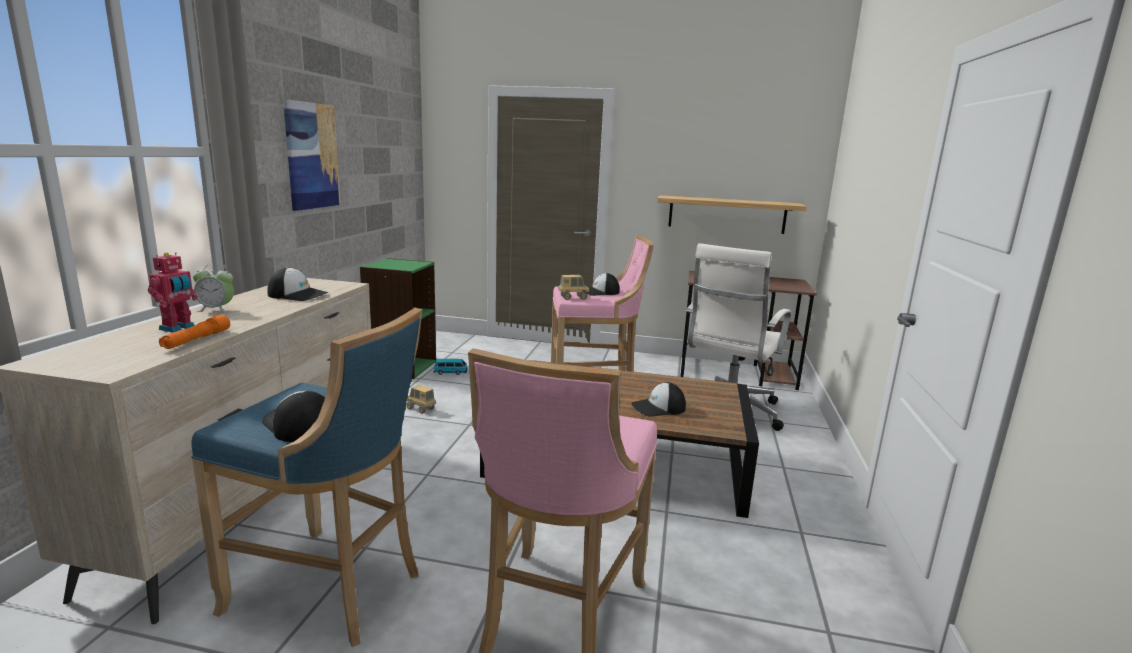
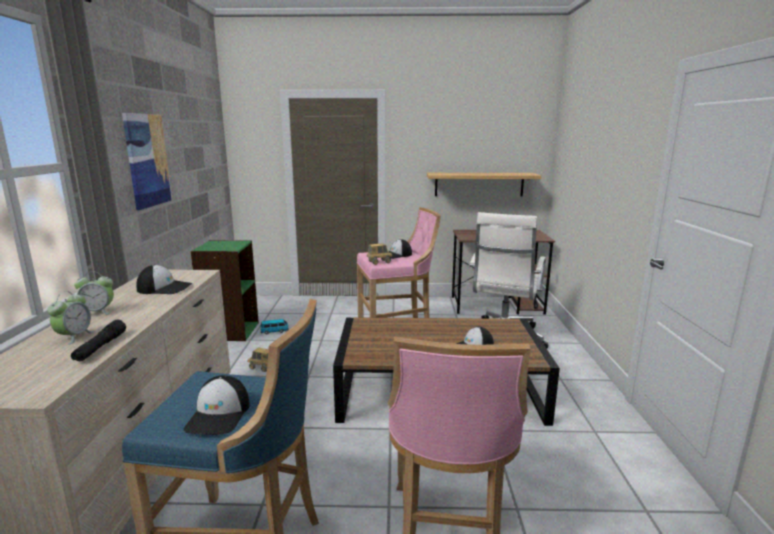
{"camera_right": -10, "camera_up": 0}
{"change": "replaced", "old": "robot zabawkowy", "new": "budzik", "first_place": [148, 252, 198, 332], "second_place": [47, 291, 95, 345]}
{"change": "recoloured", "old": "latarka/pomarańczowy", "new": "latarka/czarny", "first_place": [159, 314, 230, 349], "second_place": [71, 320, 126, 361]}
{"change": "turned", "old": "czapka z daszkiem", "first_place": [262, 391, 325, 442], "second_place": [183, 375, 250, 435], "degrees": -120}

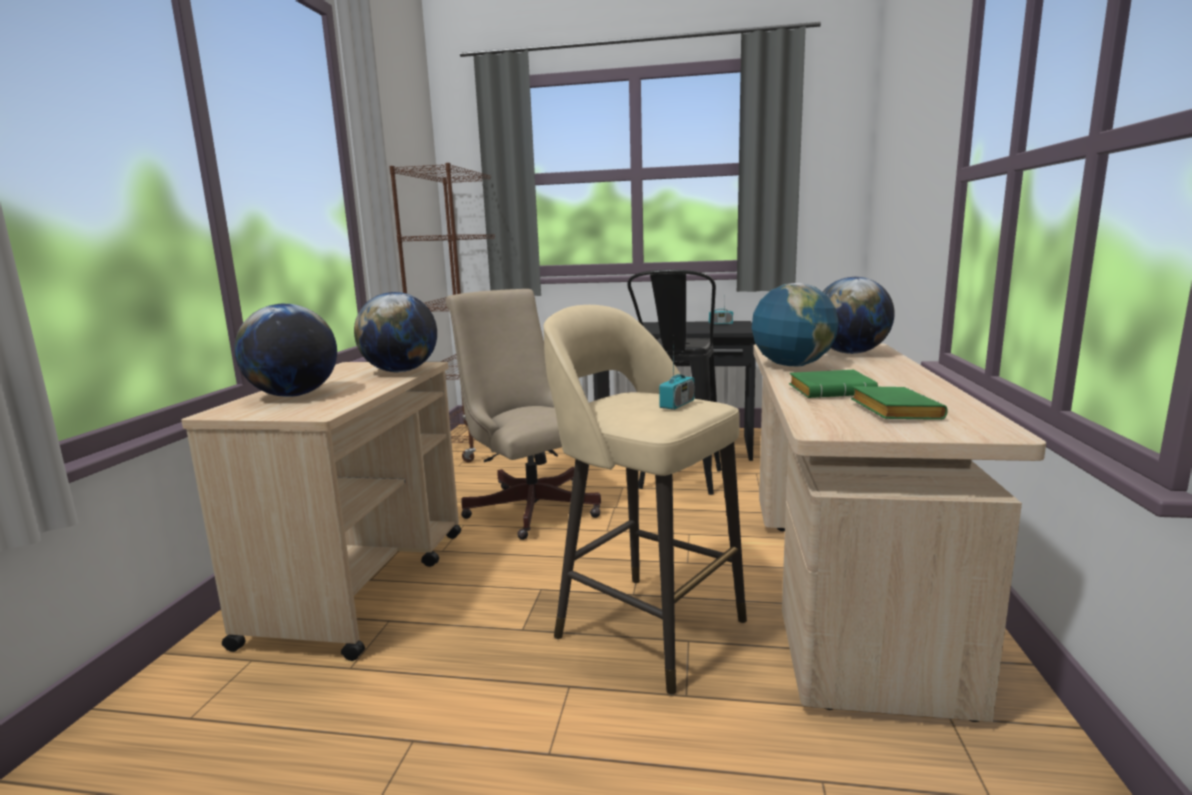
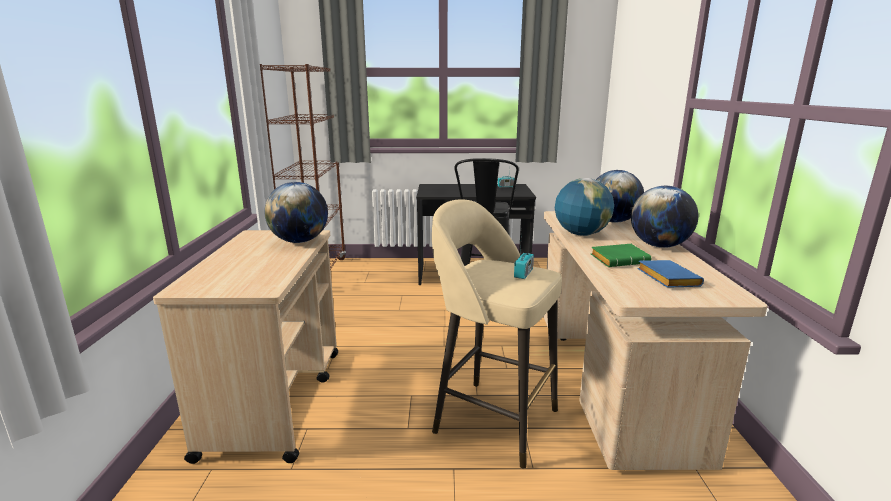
{"camera_right": -10, "camera_up": 5}
{"change": "moved", "old": "globus", "first_place": [234, 304, 337, 397], "second_place": [631, 186, 698, 248]}
{"change": "removed", "old": "krzesło biurowe/beżowy", "first_place": [446, 289, 601, 540]}
{"change": "recoloured", "old": "książka/zielony", "new": "książka/niebieski", "first_place": [851, 386, 948, 420], "second_place": [637, 260, 704, 288]}

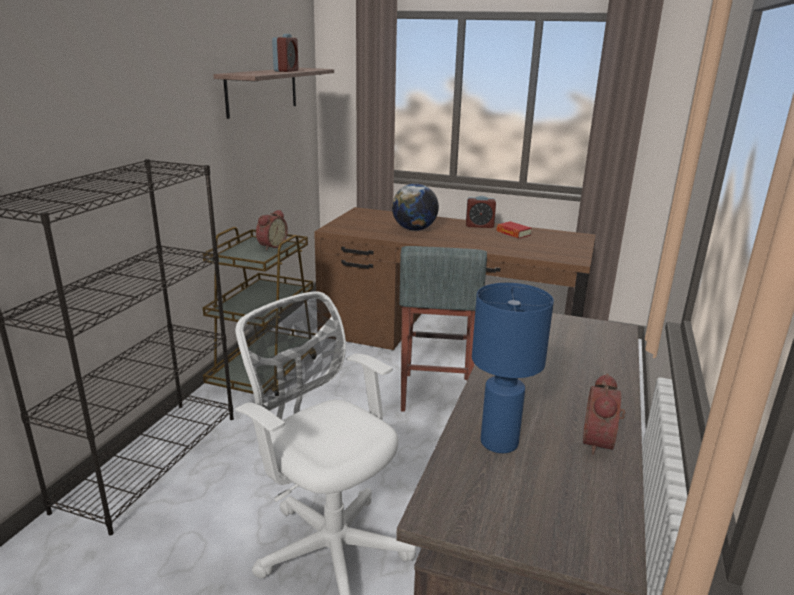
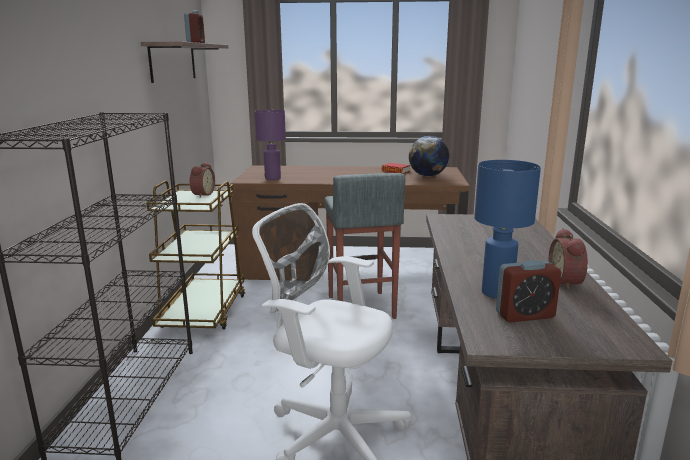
{"camera_right": -15, "camera_up": -5}
{"change": "moved", "old": "globus", "first_place": [392, 183, 439, 231], "second_place": [409, 136, 449, 176]}
{"change": "moved", "old": "budzik", "first_place": [466, 196, 496, 228], "second_place": [496, 260, 561, 322]}
{"change": "added", "new": "lampa stołowa/fioletowy", "second_place": [255, 110, 286, 180]}

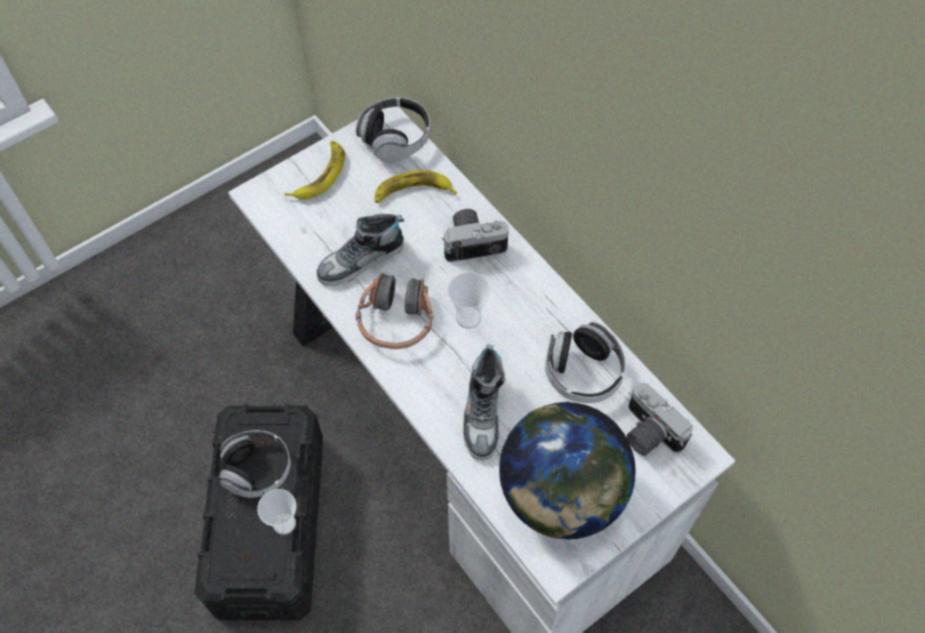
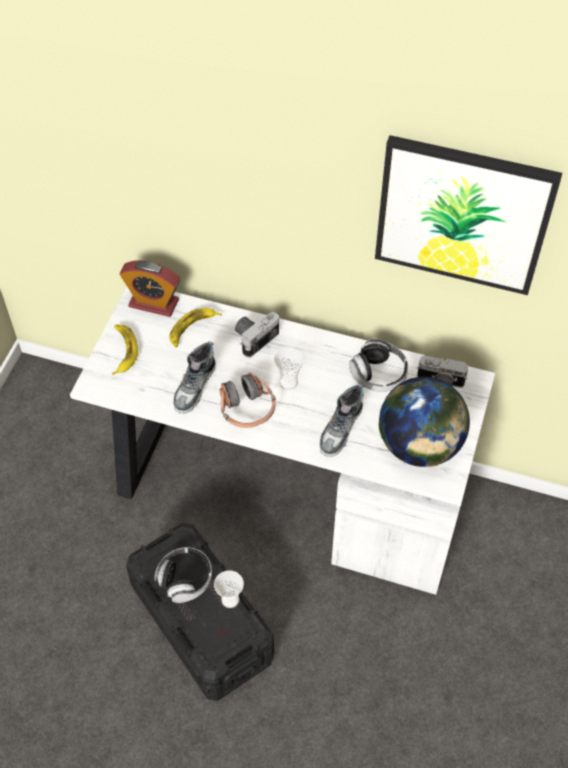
{"camera_right": -35, "camera_up": -5}
{"change": "replaced", "old": "słuchawki", "new": "budzik", "first_place": [356, 97, 430, 163], "second_place": [119, 261, 180, 317]}
{"change": "turned", "old": "but", "first_place": [463, 345, 505, 460], "second_place": [320, 384, 364, 457], "degrees": 60}
{"change": "added", "new": "obraz", "second_place": [375, 135, 562, 295]}

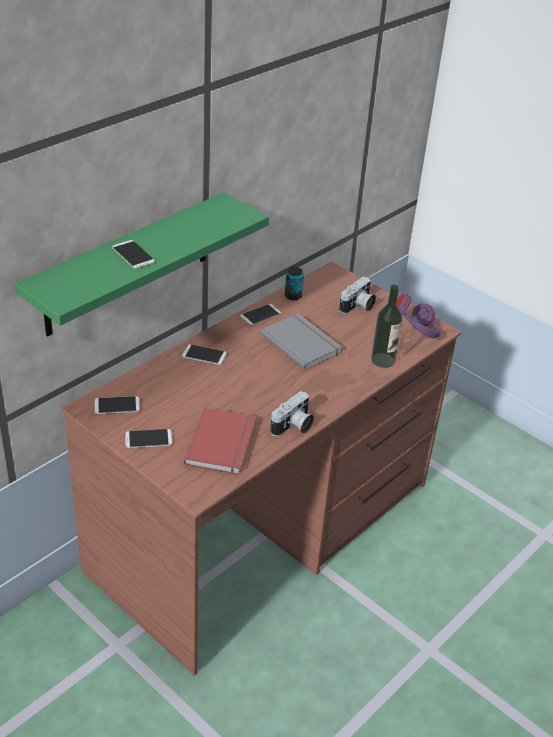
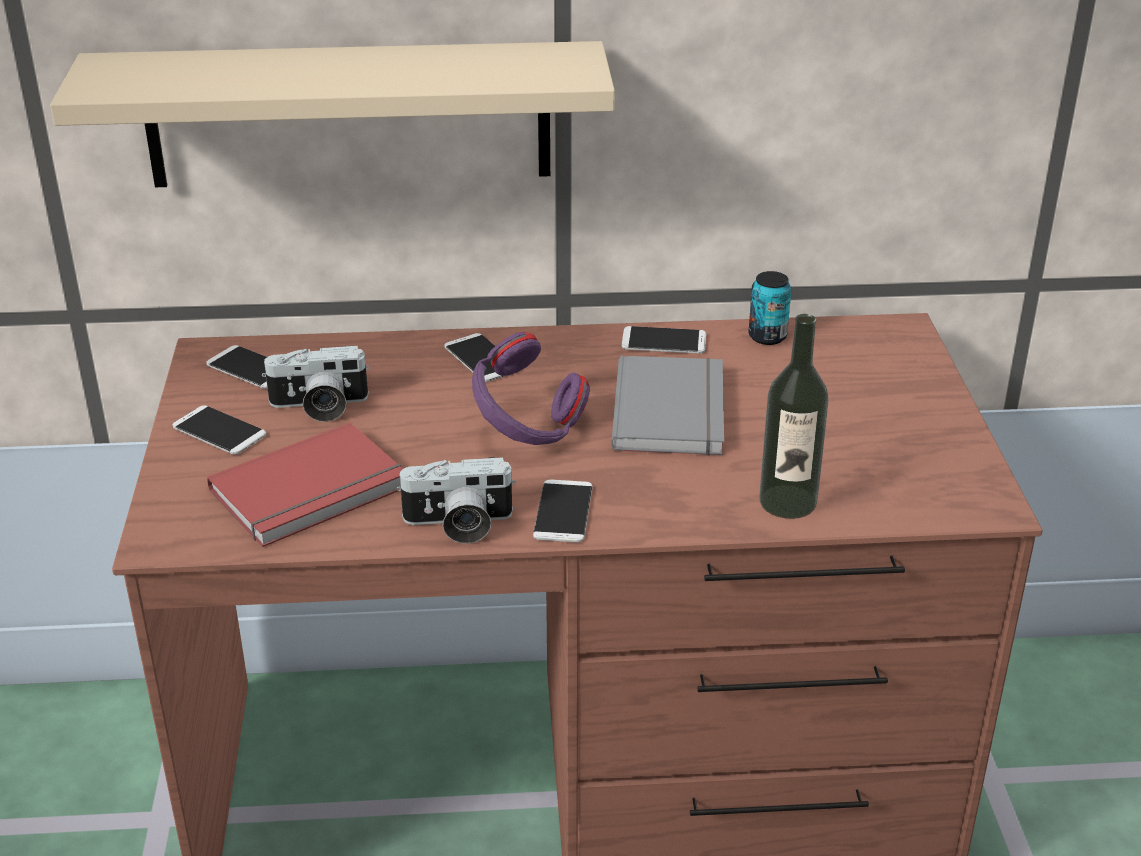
{"camera_right": 45, "camera_up": -5}
{"change": "recoloured", "old": "półka/zielony", "new": "półka/beżowy", "first_place": [14, 192, 269, 337], "second_place": [50, 41, 615, 187]}
{"change": "moved", "old": "telefon", "first_place": [112, 240, 155, 269], "second_place": [533, 479, 592, 543]}
{"change": "moved", "old": "aparat fotograficzny", "first_place": [339, 277, 376, 314], "second_place": [262, 346, 370, 422]}
{"change": "moved", "old": "słuchawki/fioletowy", "first_place": [397, 294, 440, 338], "second_place": [472, 332, 590, 445]}

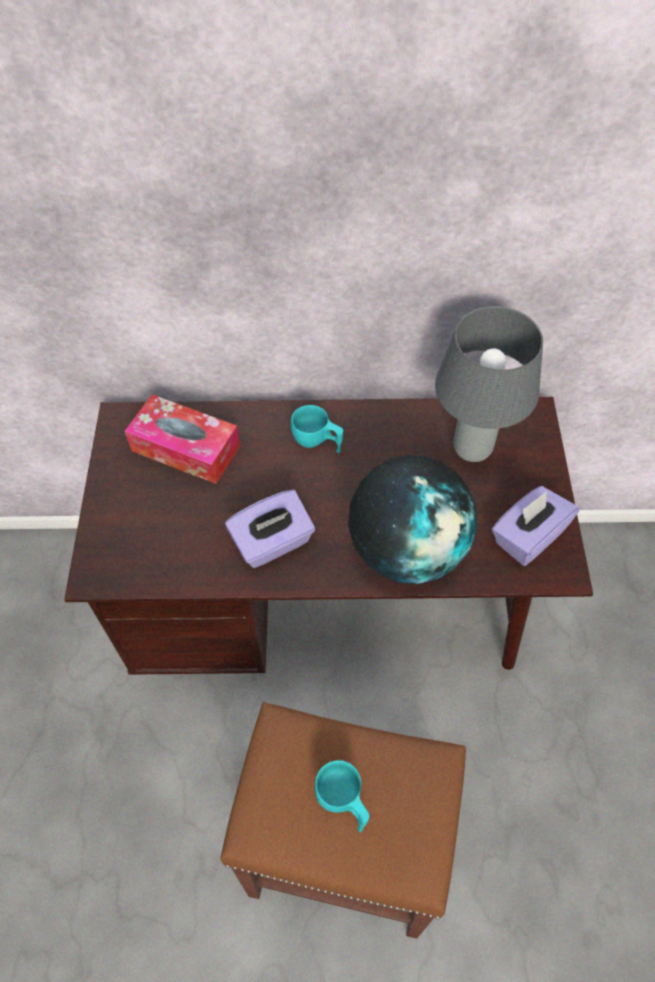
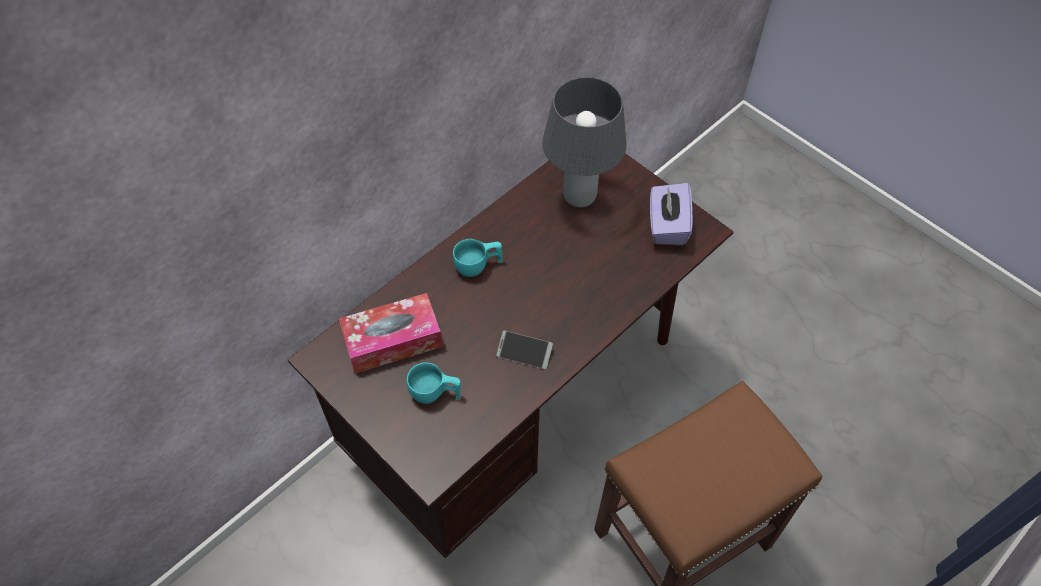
{"camera_right": -45, "camera_up": 0}
{"change": "replaced", "old": "pudełko chusteczek/fioletowy", "new": "telefon", "first_place": [225, 489, 315, 568], "second_place": [496, 331, 553, 369]}
{"change": "moved", "old": "filiżanka/turkusowy", "first_place": [315, 760, 369, 833], "second_place": [407, 362, 461, 404]}
{"change": "removed", "old": "globus", "first_place": [348, 455, 477, 584]}

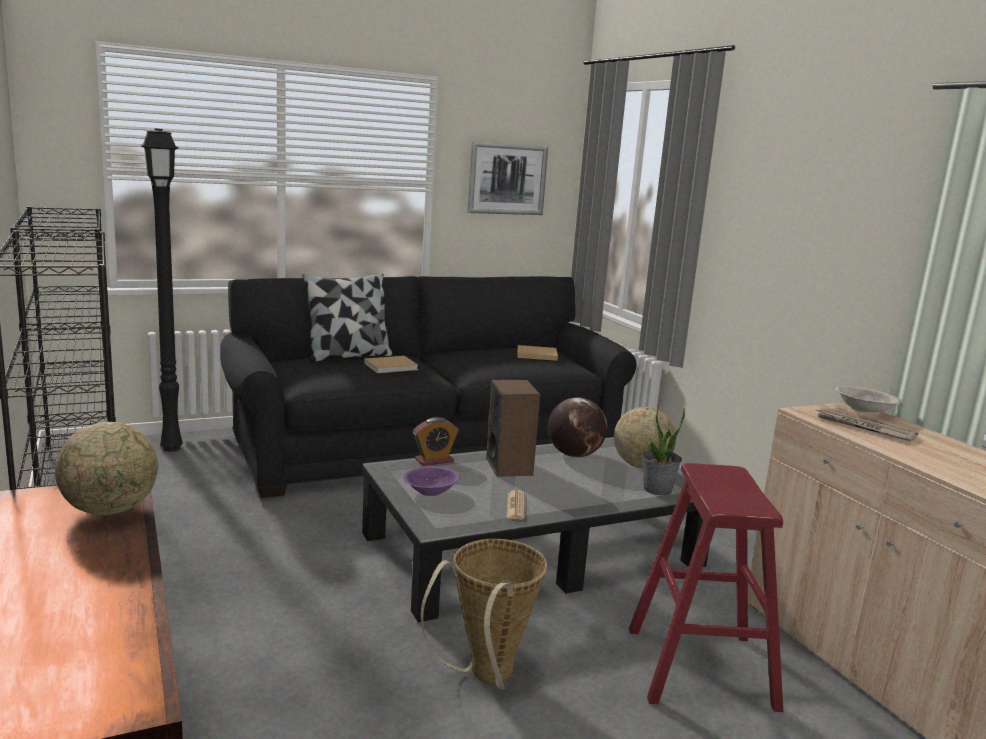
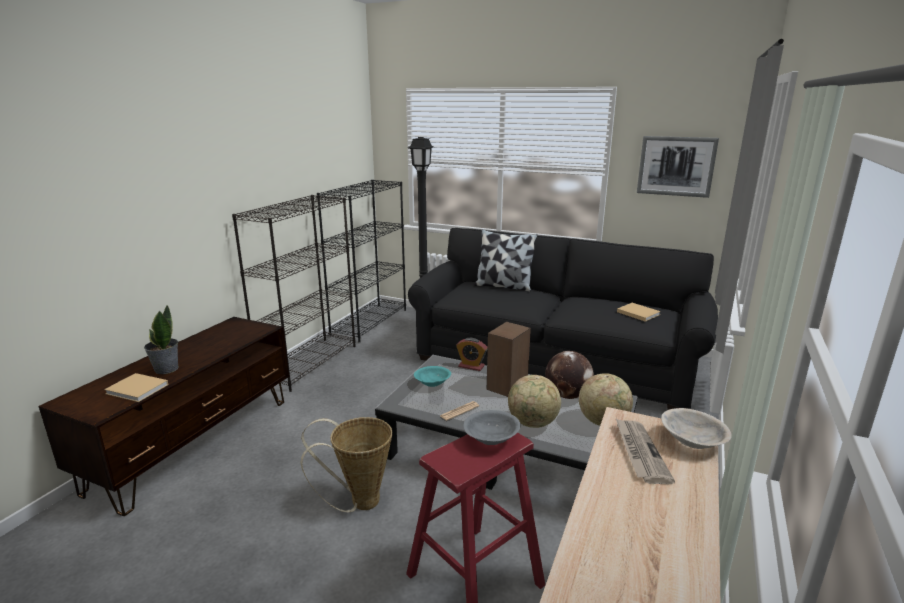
{"camera_right": 50, "camera_up": 5}
{"change": "moved", "old": "globus", "first_place": [55, 422, 158, 515], "second_place": [508, 375, 561, 428]}
{"change": "moved", "old": "książka/beżowy", "first_place": [364, 356, 418, 373], "second_place": [104, 373, 168, 402]}
{"change": "recoloured", "old": "miska/fioletowy", "new": "miska/turkusowy", "first_place": [403, 466, 460, 496], "second_place": [414, 366, 451, 387]}
{"change": "moved", "old": "roślina doniczkowa", "first_place": [642, 404, 685, 495], "second_place": [144, 305, 179, 374]}
{"change": "added", "new": "miska/szary", "second_place": [463, 410, 520, 445]}

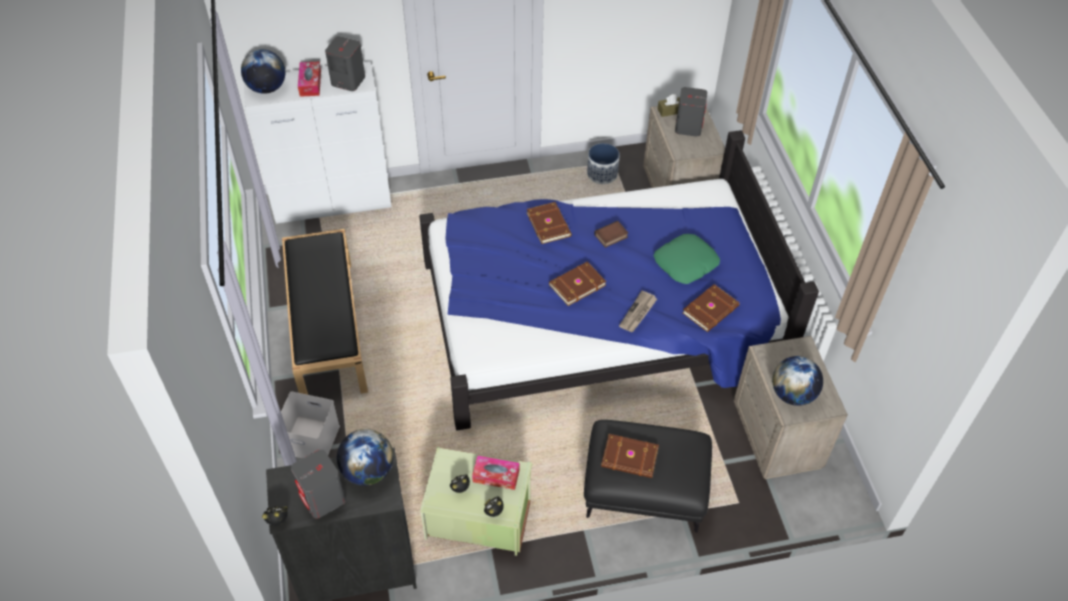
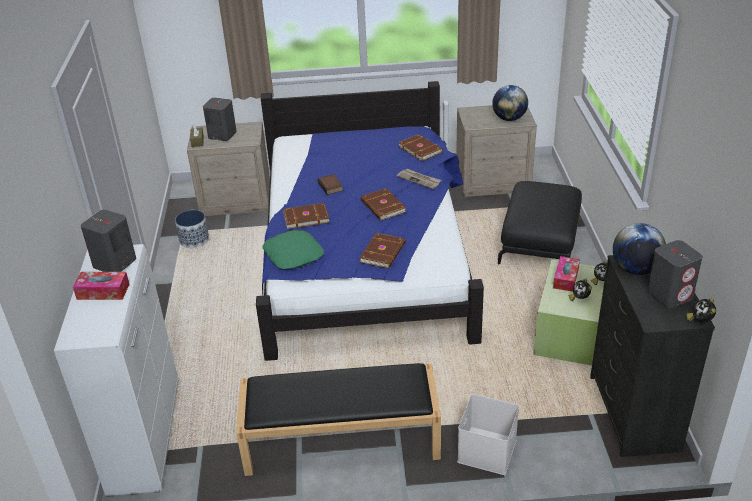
{"camera_right": -80, "camera_up": -15}
{"change": "removed", "old": "globus", "first_place": [241, 49, 286, 94]}
{"change": "moved", "old": "książka/brązowy", "first_place": [601, 434, 659, 478], "second_place": [359, 233, 406, 269]}
{"change": "moved", "old": "poduszka/zielony", "first_place": [654, 234, 720, 284], "second_place": [262, 230, 324, 269]}

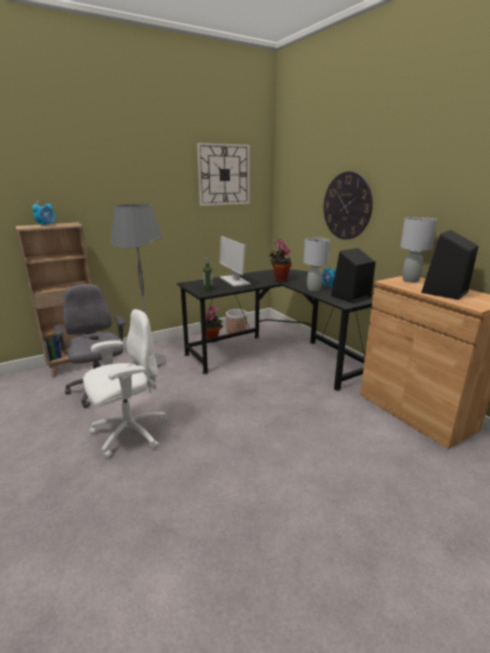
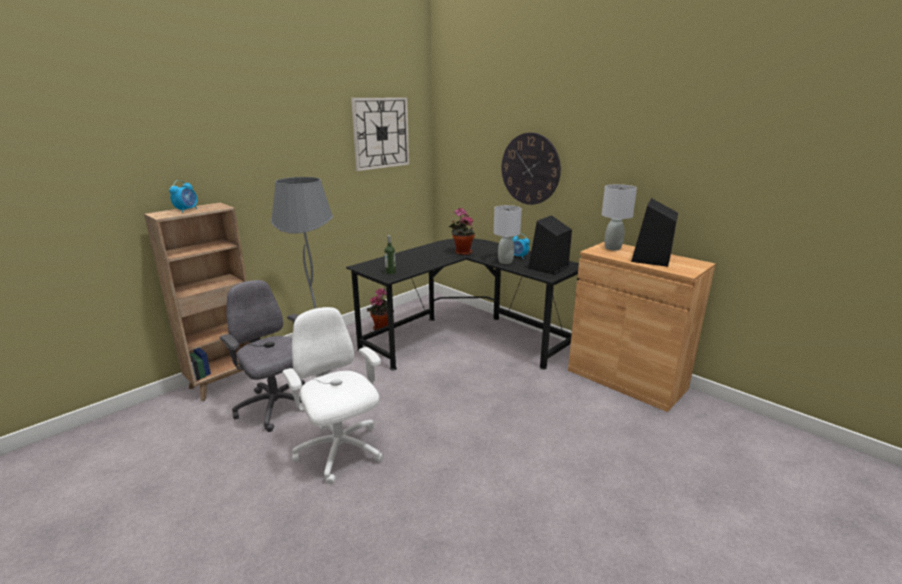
{"camera_right": -15, "camera_up": 0}
{"change": "turned", "old": "krzesło biurowe/biały", "first_place": [83, 309, 166, 459], "second_place": [282, 307, 383, 484], "degrees": -75}
{"change": "removed", "old": "monitor", "first_place": [219, 236, 251, 287]}
{"change": "removed", "old": "donica", "first_place": [226, 309, 247, 334]}

